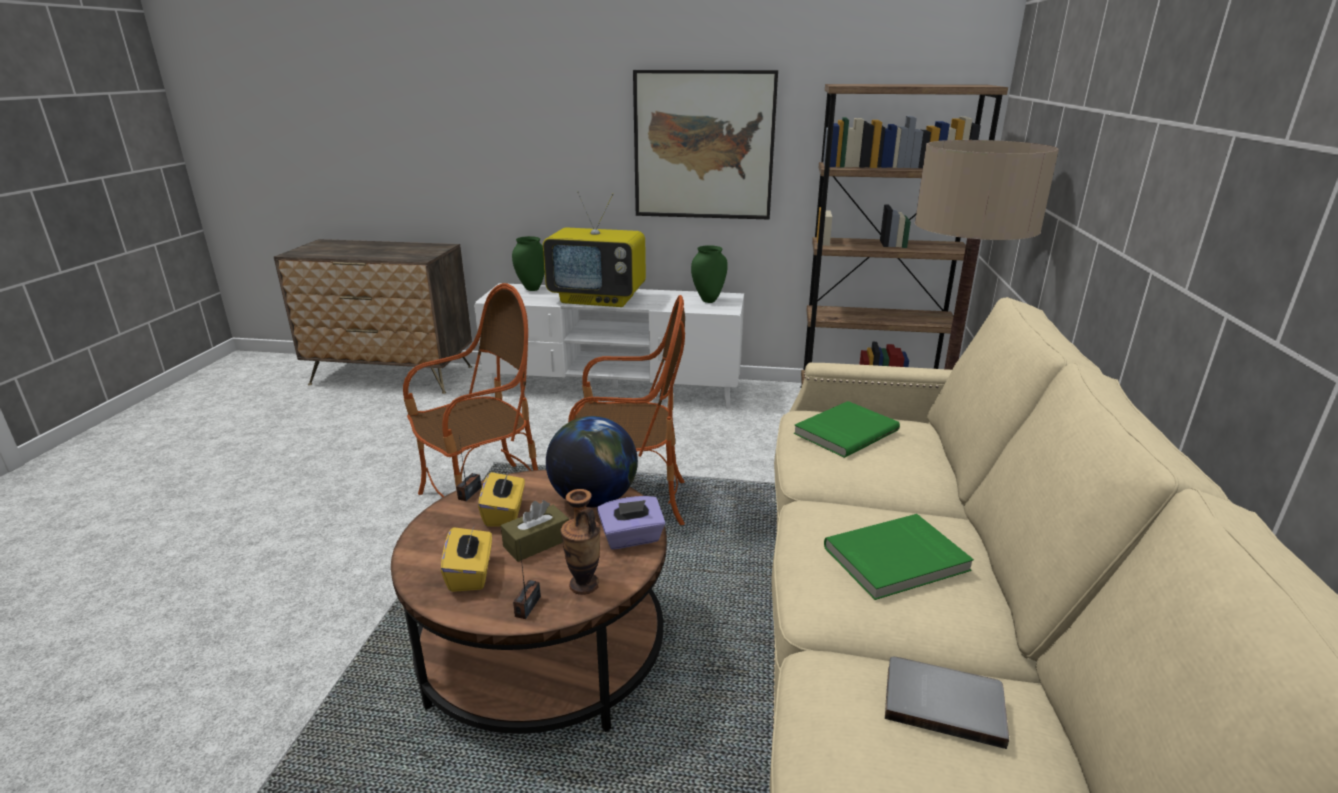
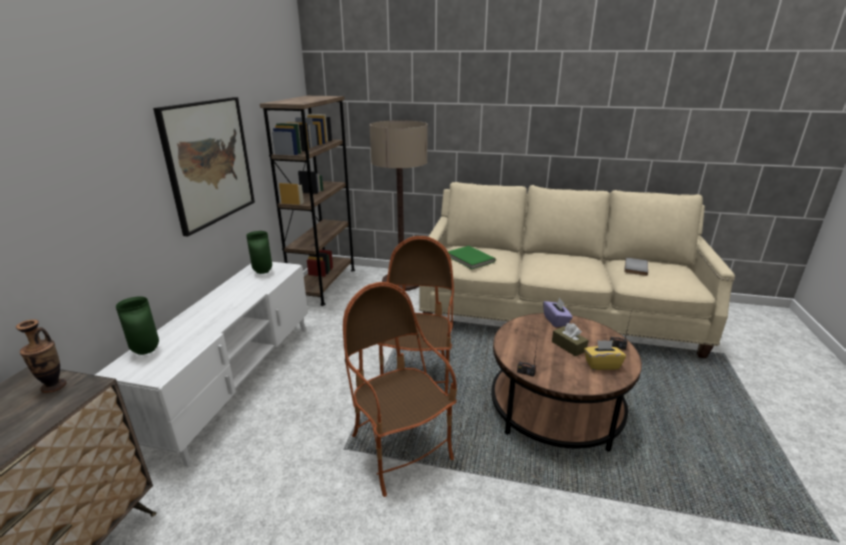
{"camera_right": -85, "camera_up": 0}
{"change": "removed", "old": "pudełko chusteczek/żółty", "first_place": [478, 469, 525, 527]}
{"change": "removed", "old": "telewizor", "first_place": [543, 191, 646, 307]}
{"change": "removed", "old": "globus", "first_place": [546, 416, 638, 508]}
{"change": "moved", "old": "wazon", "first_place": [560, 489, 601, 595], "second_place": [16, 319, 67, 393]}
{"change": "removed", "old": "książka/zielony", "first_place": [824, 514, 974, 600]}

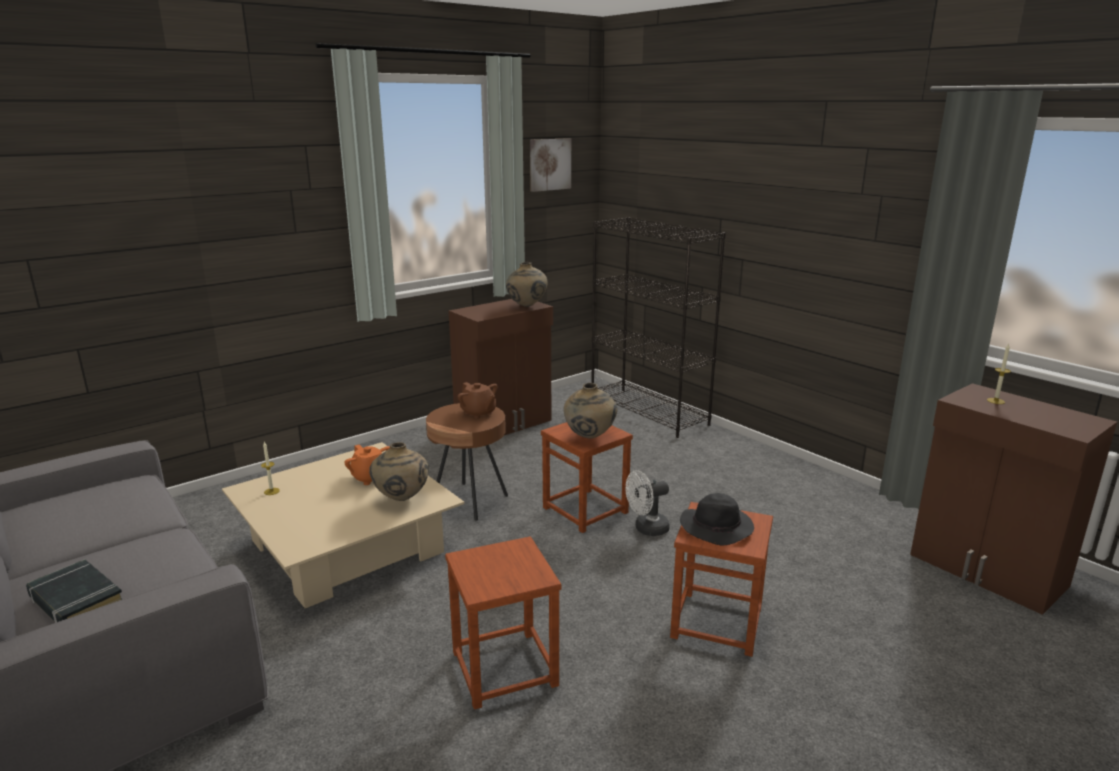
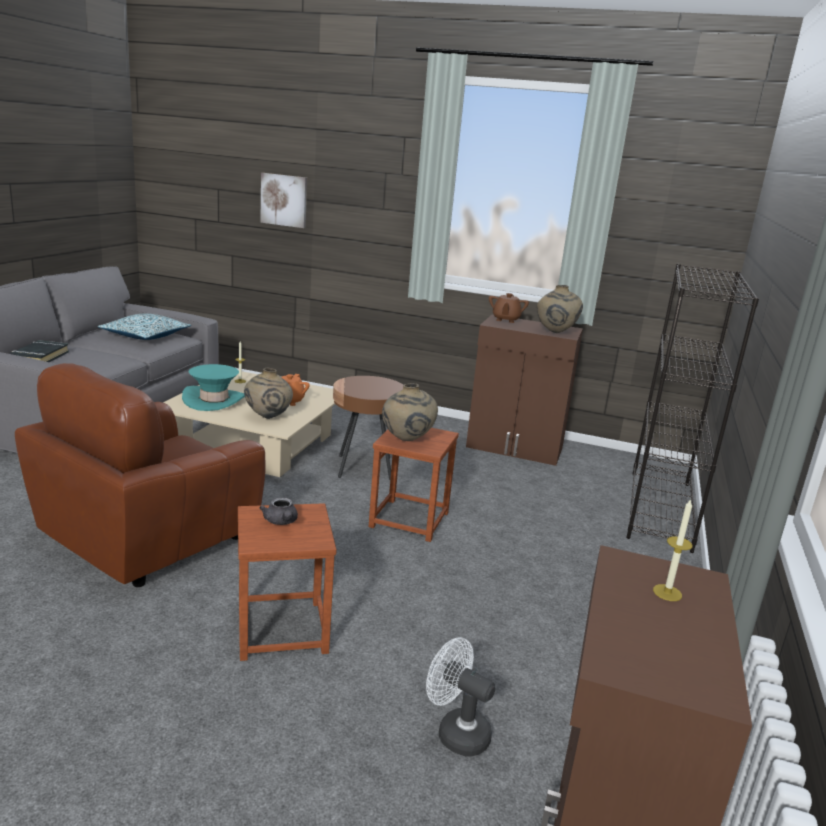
{"camera_right": 55, "camera_up": 0}
{"change": "replaced", "old": "stołek/brązowy", "new": "fotel/brązowy", "first_place": [445, 536, 561, 710], "second_place": [15, 363, 266, 587]}
{"change": "moved", "old": "imbryk/brązowy", "first_place": [458, 382, 497, 419], "second_place": [489, 293, 529, 323]}
{"change": "moved", "old": "obraz", "first_place": [530, 138, 571, 192], "second_place": [260, 173, 307, 228]}
{"change": "moved", "old": "wentylator/biały", "first_place": [626, 470, 670, 536], "second_place": [426, 637, 495, 756]}
{"change": "replaced", "old": "kapelusz/czarny", "new": "imbryk/szary", "first_place": [680, 493, 754, 545], "second_place": [259, 497, 298, 525]}
{"change": "added", "new": "poduszka", "second_place": [98, 314, 191, 340]}
{"change": "added", "new": "kapelusz/turkusowy", "second_place": [182, 364, 245, 411]}

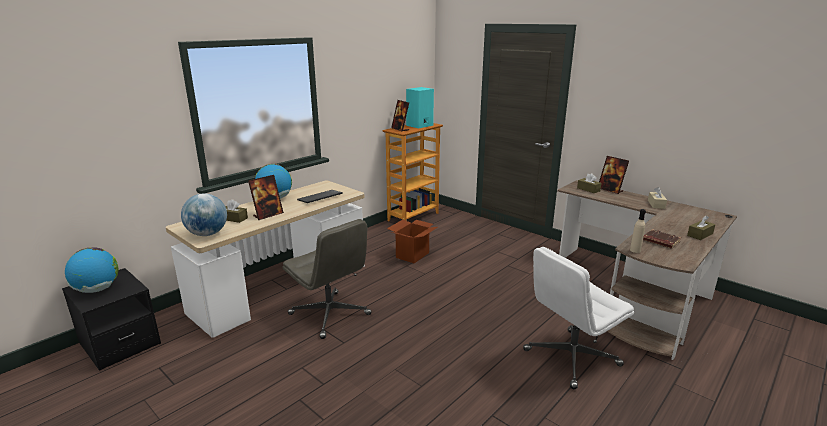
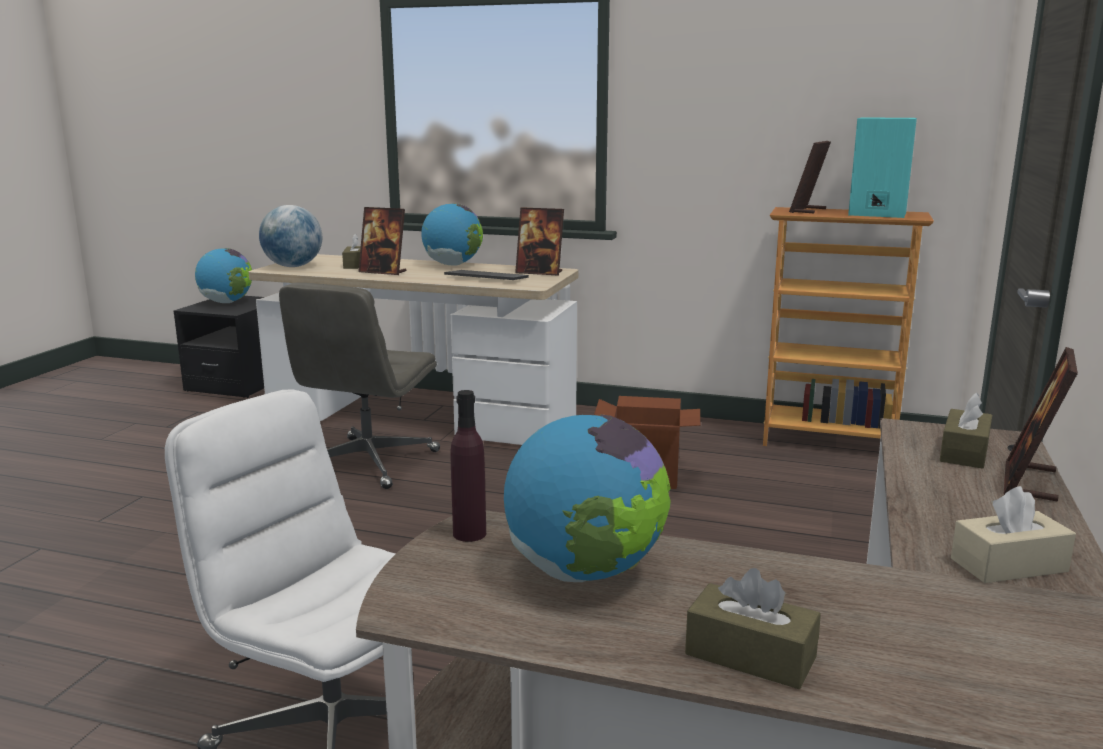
{"camera_right": 65, "camera_up": -5}
{"change": "recoloured", "old": "butelka/beżowy", "new": "butelka/fioletowy", "first_place": [630, 209, 646, 253], "second_place": [451, 390, 486, 542]}
{"change": "replaced", "old": "książka/brązowy", "new": "globus", "first_place": [643, 229, 681, 249], "second_place": [504, 414, 671, 582]}
{"change": "added", "new": "ramka na zdjęcie", "second_place": [515, 207, 564, 276]}

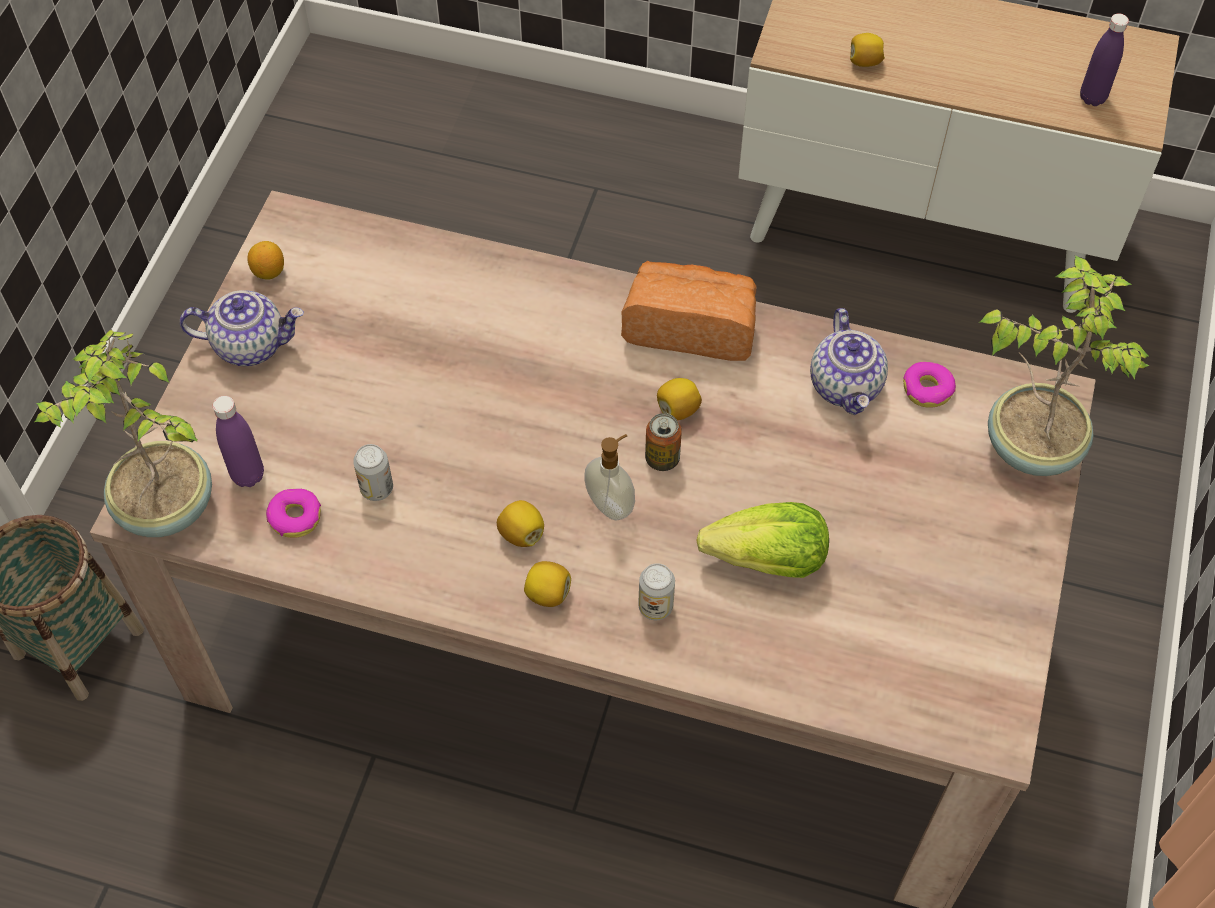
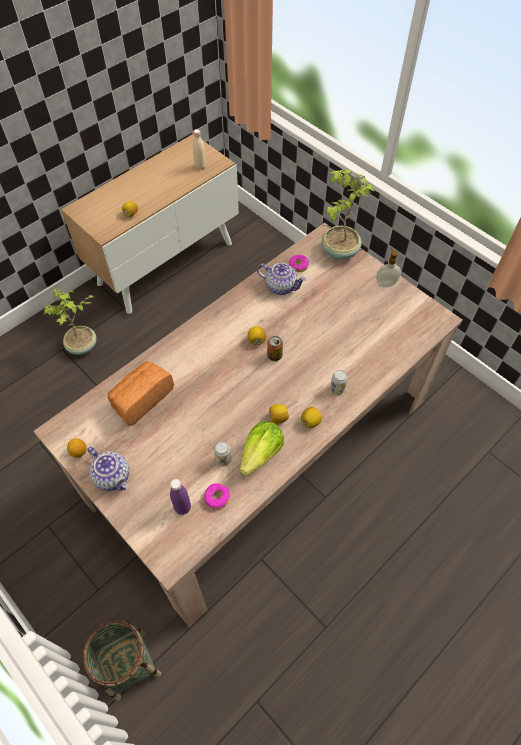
{"camera_right": -60, "camera_up": 0}
{"change": "moved", "old": "roślina doniczkowa", "first_place": [35, 330, 212, 537], "second_place": [43, 286, 97, 355]}
{"change": "turned", "old": "imbryk", "first_place": [180, 291, 304, 366], "second_place": [87, 446, 129, 491], "degrees": 105}
{"change": "moved", "old": "dozownik mydła", "first_place": [584, 434, 635, 520], "second_place": [376, 248, 401, 287]}
{"change": "moved", "old": "chleb", "first_place": [621, 261, 757, 361], "second_place": [108, 361, 174, 426]}
{"change": "moved", "old": "sałata", "first_place": [696, 502, 829, 578], "second_place": [240, 421, 284, 476]}
{"change": "recoloured", "old": "butelka/fioletowy", "new": "butelka/beżowy", "first_place": [1080, 14, 1129, 106], "second_place": [193, 129, 206, 170]}

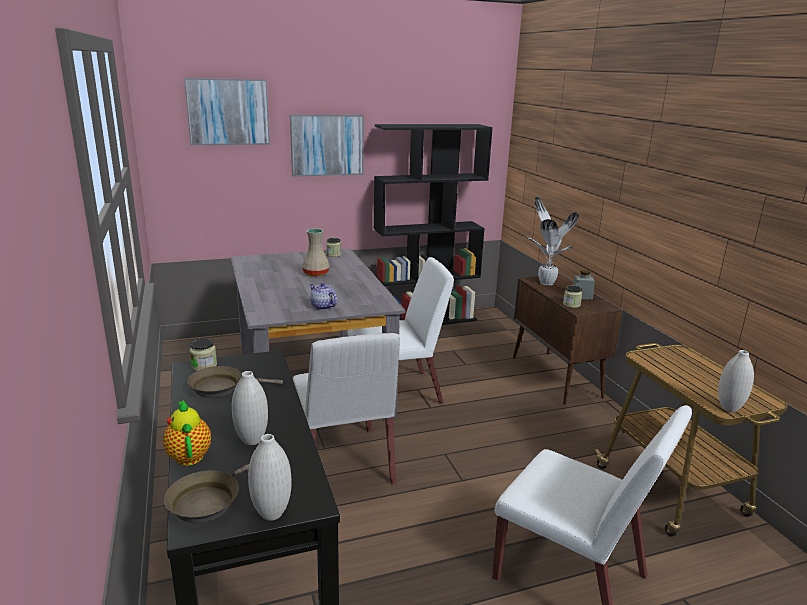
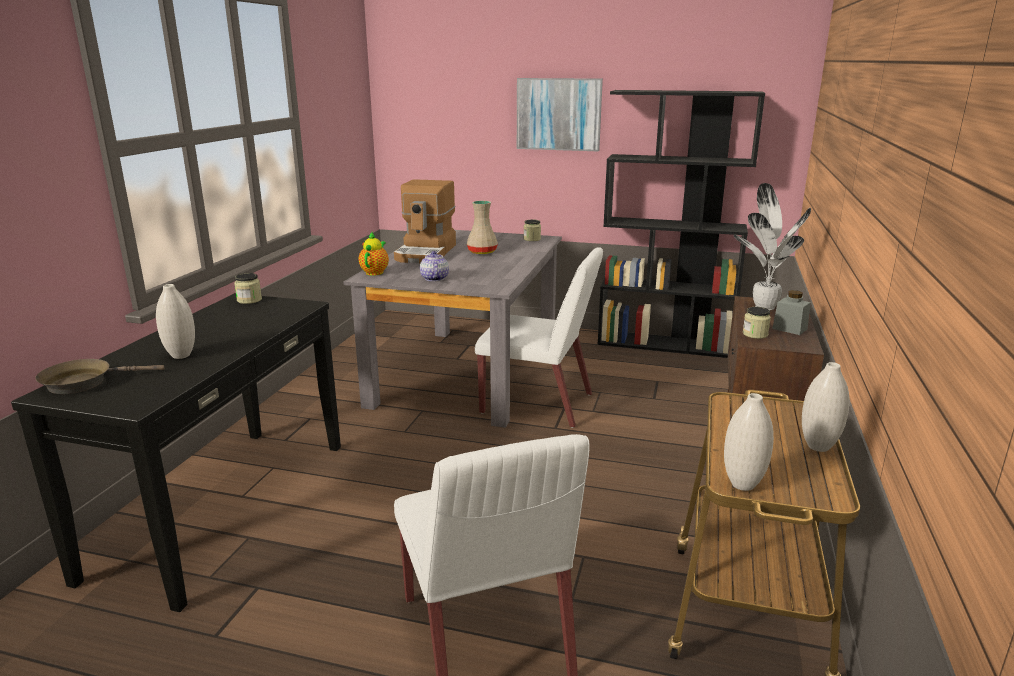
{"camera_right": 35, "camera_up": 0}
{"change": "moved", "old": "imbryk", "first_place": [163, 401, 211, 466], "second_place": [359, 232, 389, 276]}
{"change": "removed", "old": "obraz", "first_place": [184, 78, 270, 145]}
{"change": "removed", "old": "patelnia/brązowy", "first_place": [187, 366, 283, 398]}
{"change": "moved", "old": "wazon/biały", "first_place": [248, 434, 292, 521], "second_place": [802, 362, 849, 452]}
{"change": "removed", "old": "krzesło/biały", "first_place": [293, 333, 400, 485]}
{"change": "added", "new": "ekspres do kawy", "second_place": [394, 179, 456, 263]}

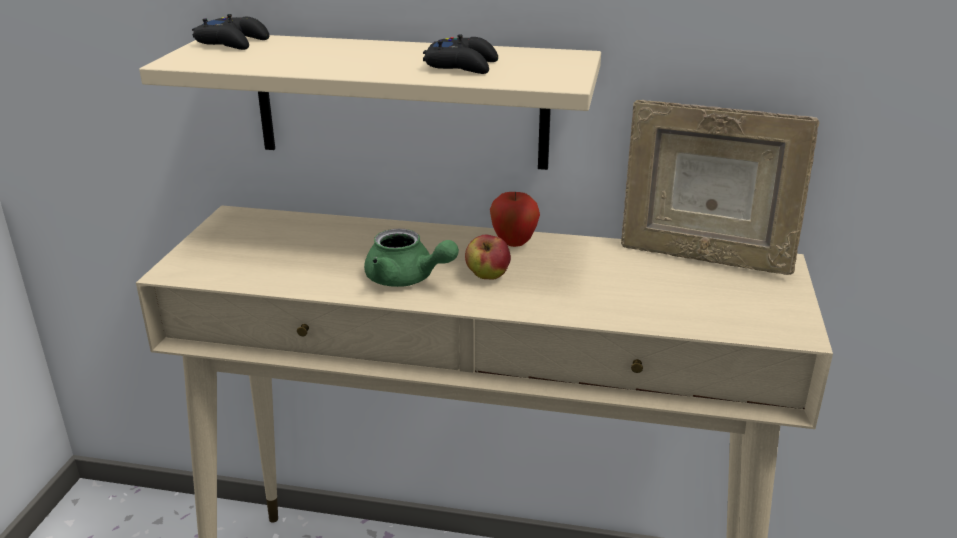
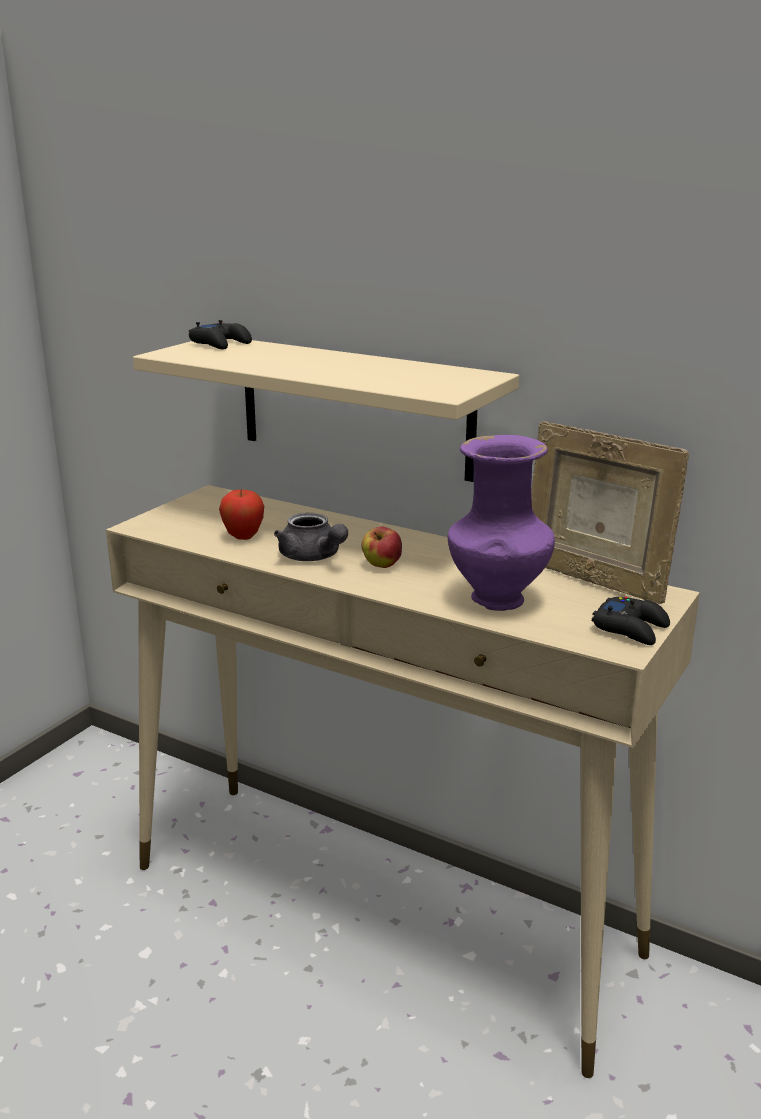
{"camera_right": 20, "camera_up": -5}
{"change": "recoloured", "old": "imbryk/zielony", "new": "imbryk/szary", "first_place": [364, 229, 459, 287], "second_place": [274, 513, 348, 561]}
{"change": "moved", "old": "pad do gier/czarny", "first_place": [423, 34, 498, 74], "second_place": [592, 597, 670, 645]}
{"change": "moved", "old": "jabłko", "first_place": [490, 192, 540, 247], "second_place": [219, 489, 264, 540]}
{"change": "added", "new": "wazon/fioletowy", "second_place": [448, 435, 555, 611]}

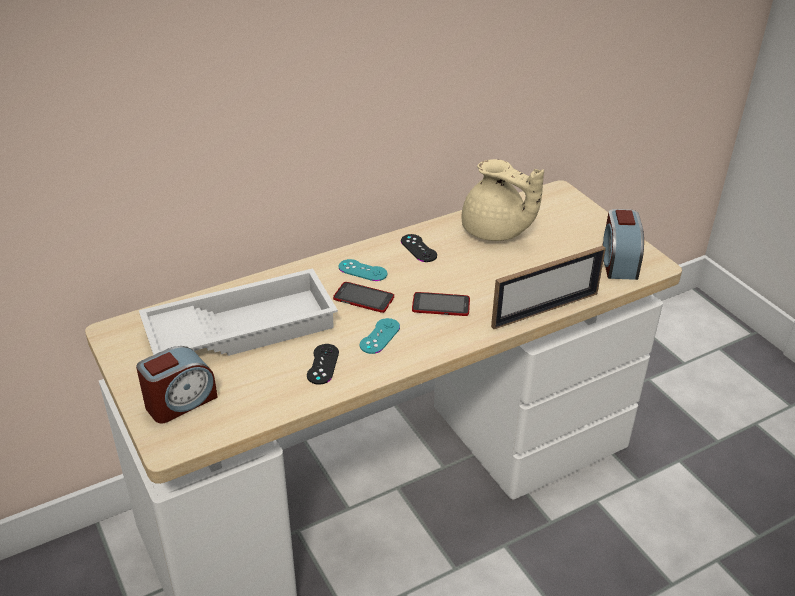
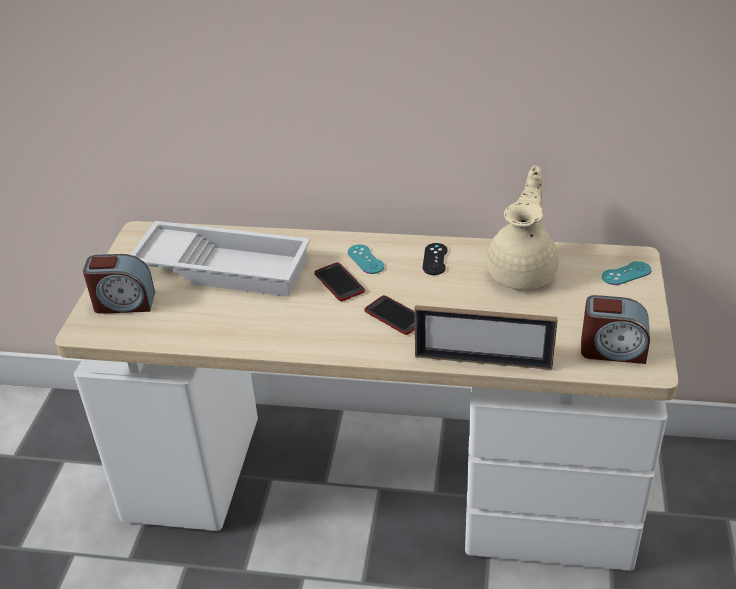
{"camera_right": 40, "camera_up": 0}
{"change": "removed", "old": "pad do gier/czarny", "first_place": [307, 344, 339, 385]}
{"change": "moved", "old": "pad do gier/turkusowy", "first_place": [360, 318, 400, 354], "second_place": [602, 261, 651, 285]}
{"change": "turned", "old": "imbryk/beżowy", "first_place": [461, 159, 544, 241], "second_place": [487, 165, 559, 289], "degrees": -150}
{"change": "turned", "old": "budzik", "first_place": [602, 209, 644, 280], "second_place": [581, 295, 650, 364], "degrees": -120}

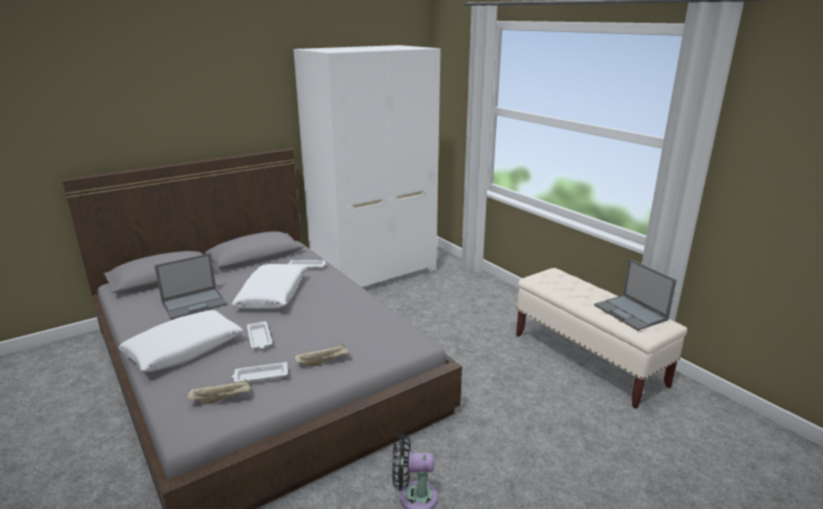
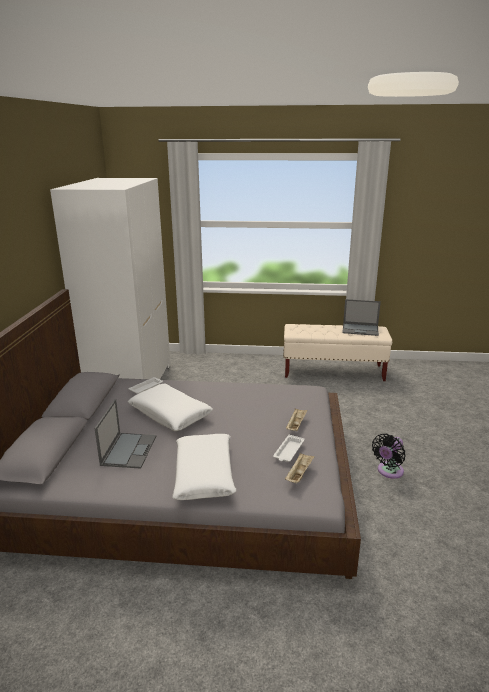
{"camera_right": -50, "camera_up": 0}
{"change": "removed", "old": "taca/biały", "first_place": [247, 321, 272, 349]}

